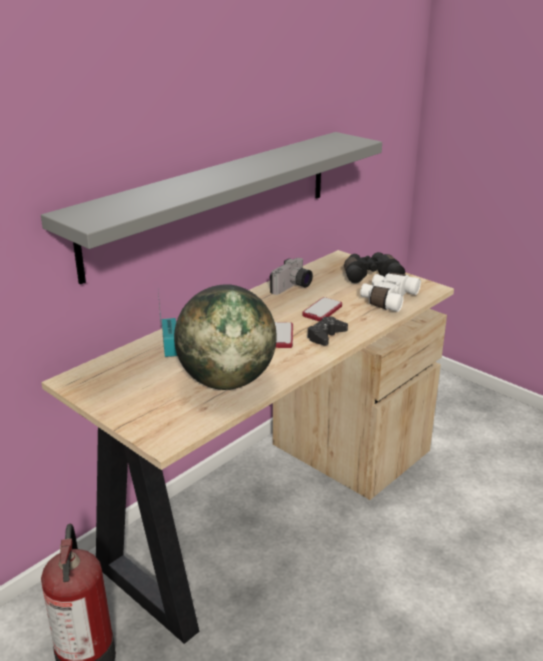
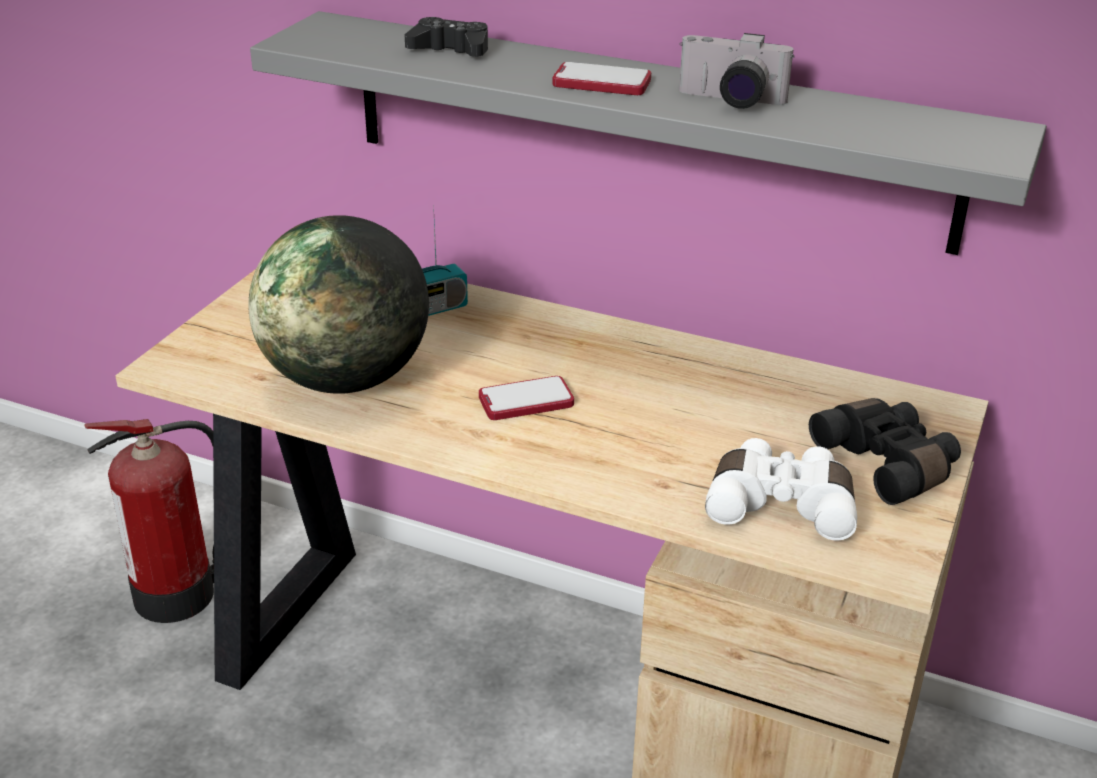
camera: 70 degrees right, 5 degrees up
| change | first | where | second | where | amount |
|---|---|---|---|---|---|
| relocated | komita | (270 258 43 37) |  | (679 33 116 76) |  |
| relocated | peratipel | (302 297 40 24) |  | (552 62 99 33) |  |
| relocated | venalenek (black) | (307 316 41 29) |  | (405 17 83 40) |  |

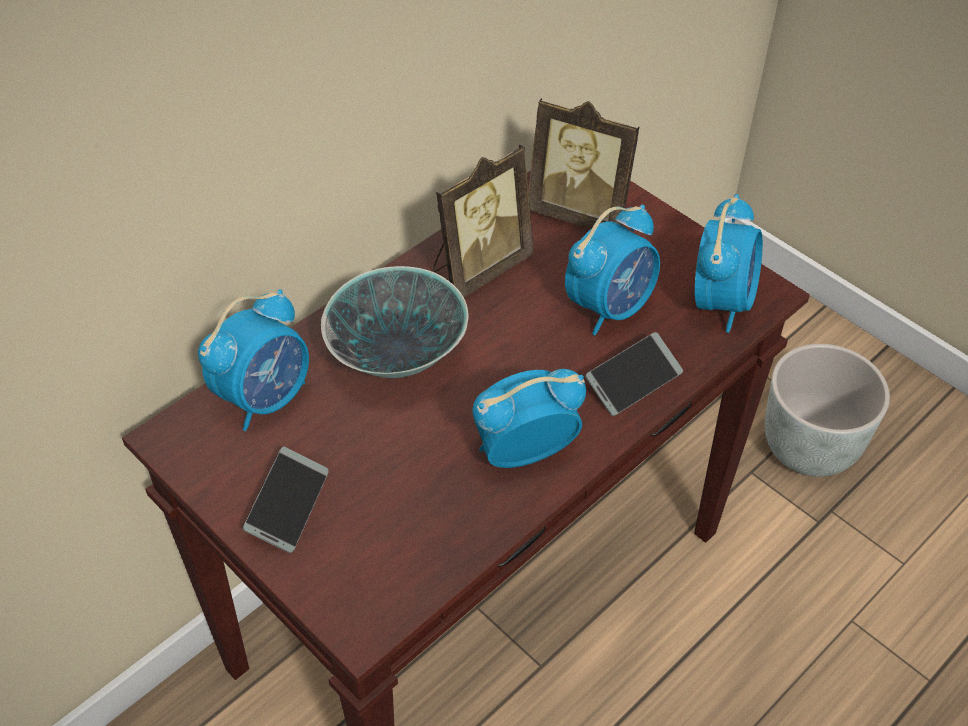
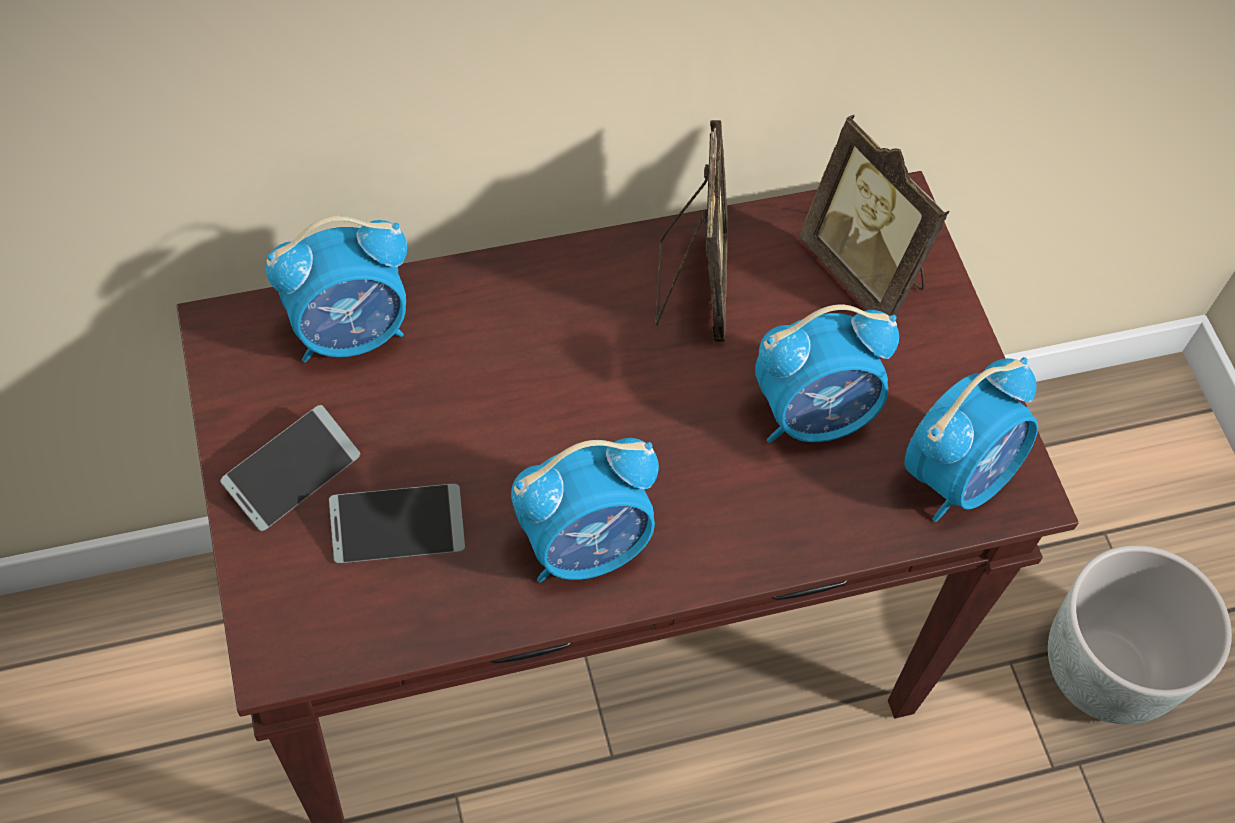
camera: 25 degrees right, 10 degrees up
| change | first | where | second | where | amount |
|---|---|---|---|---|---|
| missing | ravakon | (321 266 148 112) |  |  |  |
| spun | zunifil | (433 144 100 153) |  | (655 120 73 222) | 75 degrees counterclockwise |
| spun | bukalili | (472 369 114 99) |  | (511 438 148 145) | 150 degrees clockwise |
| relocated | peratipel | (585 332 98 84) |  | (329 484 136 79) |  |

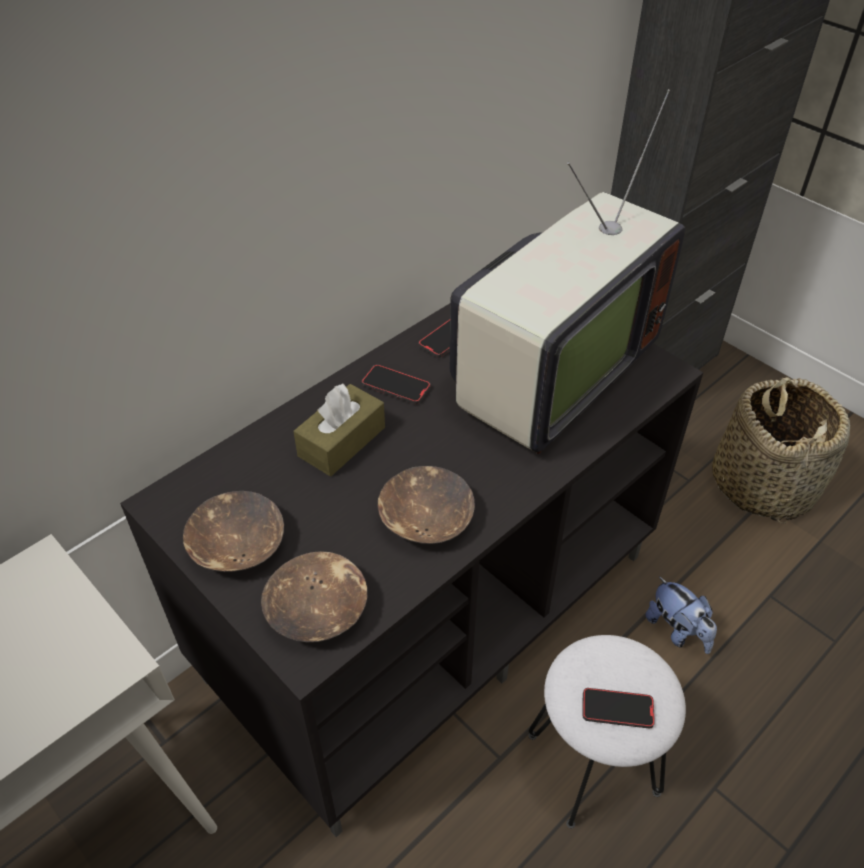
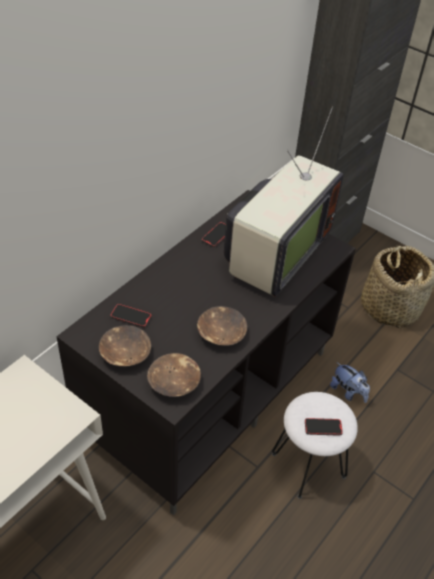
camera: 10 degrees left, 0 degrees up
| change | first | where | second | where | amount |
|---|---|---|---|---|---|
| missing | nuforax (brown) | (293 384 92 92) |  |  |  |
| relocated | peratipel | (362 365 68 39) |  | (110 304 41 24) |  |

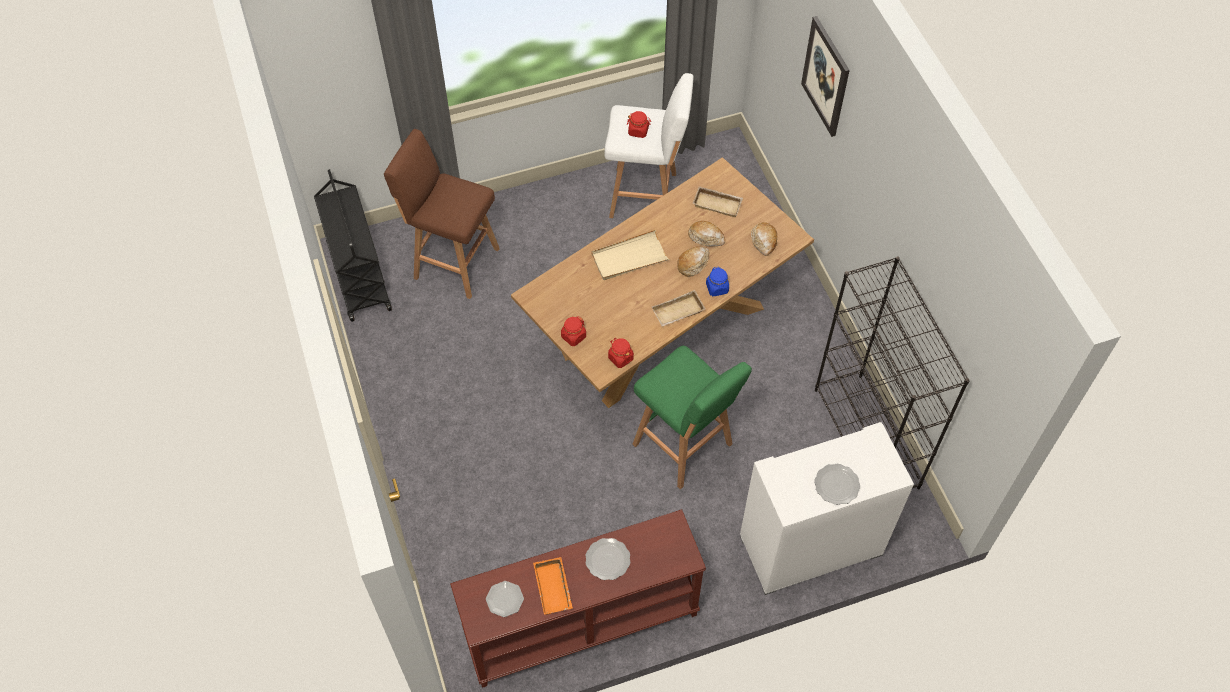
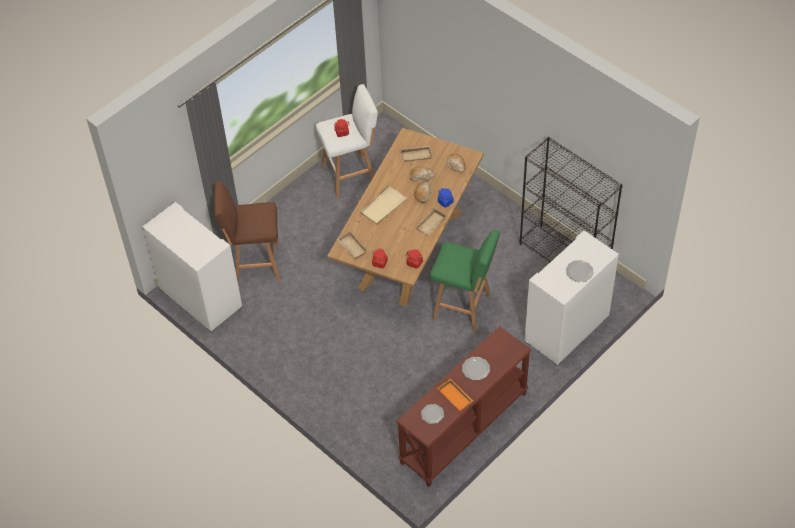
camera: 25 degrees left, 5 degrees down
| change | first | where | second | where | amount |
|---|---|---|---|---|---|
| exchanged | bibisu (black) | (314 169 78 153) | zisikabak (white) | (142 202 100 131) |  |
| missing | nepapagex | (801 16 49 121) |  |  |  |
| appeared |  |  | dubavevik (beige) | (337 231 31 28) |  |

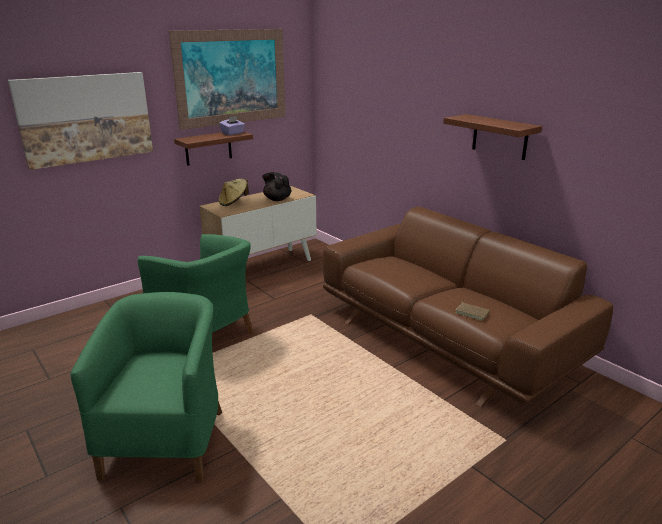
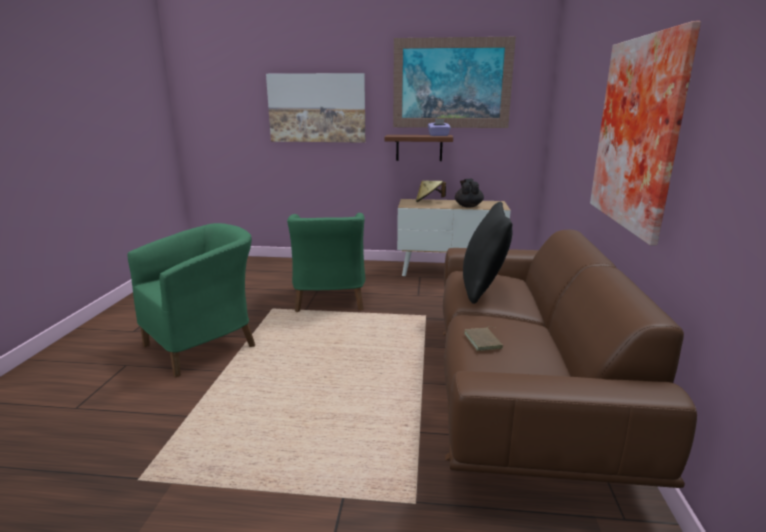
camera: 45 degrees right, 5 degrees down
| change | first | where | second | where | amount |
|---|---|---|---|---|---|
| exchanged | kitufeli | (443 114 99 46) | nepapagex | (590 21 111 225) |  |
| appeared |  |  | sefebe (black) | (463 202 49 102) |  |

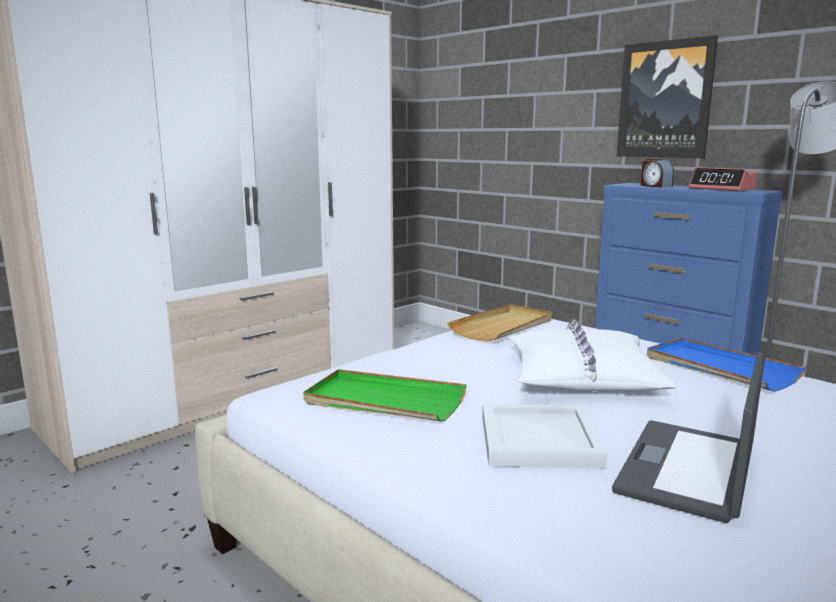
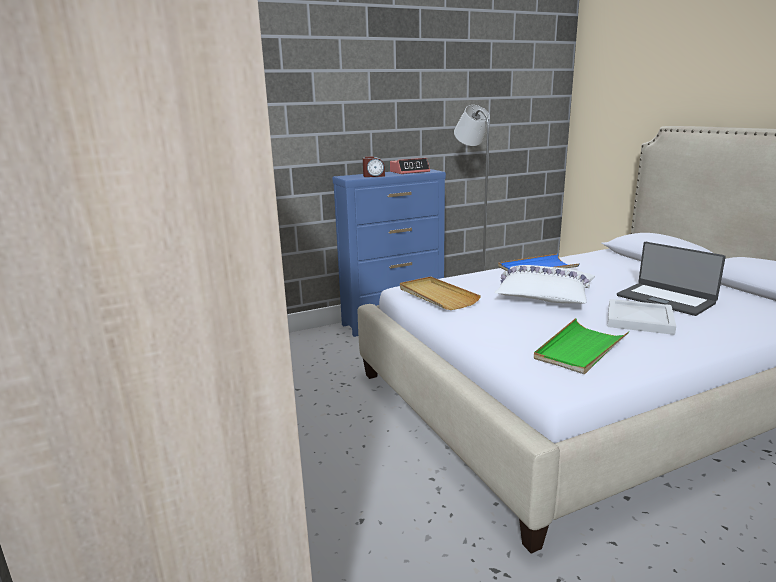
camera: 70 degrees left, 5 degrees up
| change | first | where | second | where | amount |
|---|---|---|---|---|---|
| missing | nepapagex | (617 35 101 123) |  |  |  |

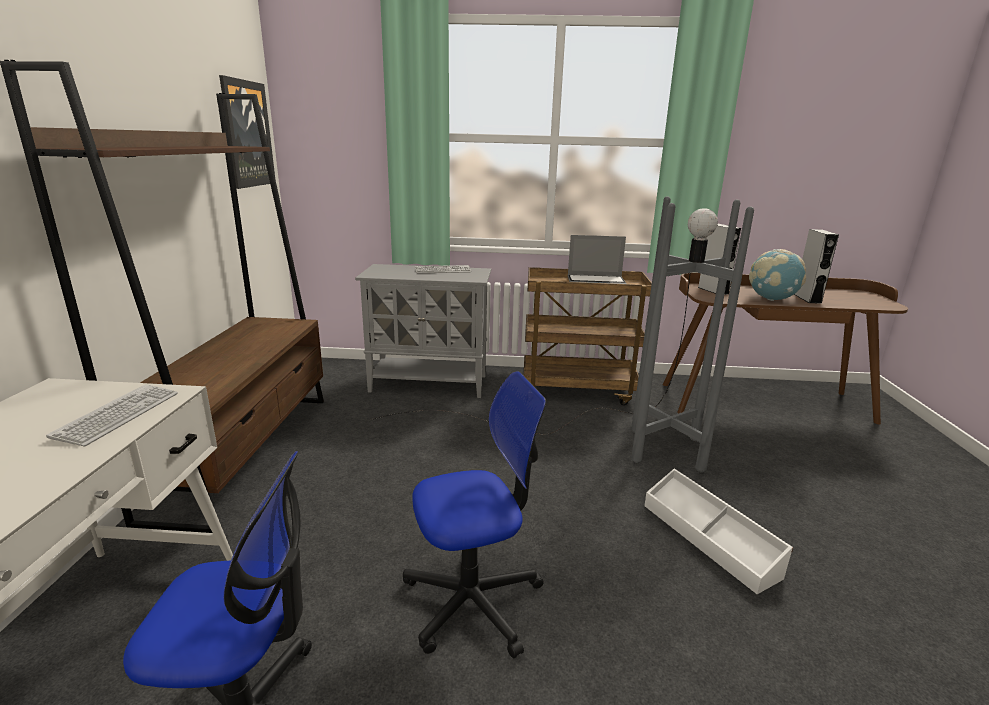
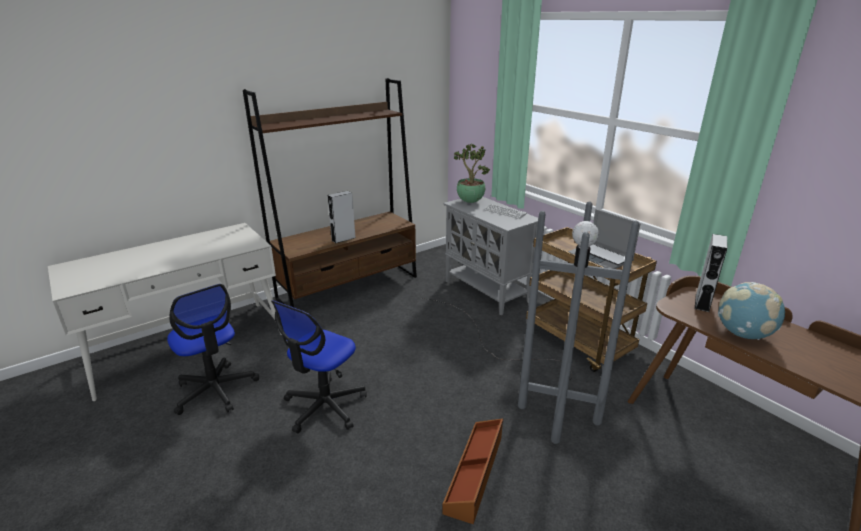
camera: 50 degrees right, 5 degrees up
| change | first | where | second | where | amount |
|---|---|---|---|---|---|
| missing | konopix | (46 384 132 62) |  |  |  |
| missing | nepapagex | (219 75 56 114) |  |  |  |
| spun | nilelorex | (403 371 143 287) |  | (271 300 96 134) | 90 degrees clockwise |
| colour | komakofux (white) | (644 468 149 126) | komakofux (brown) | (442 419 61 105) |  |
| relocated | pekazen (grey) | (794 229 45 75) |  | (328 191 27 52) |  |
| appeared |  |  | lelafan | (454 143 36 60) |  |

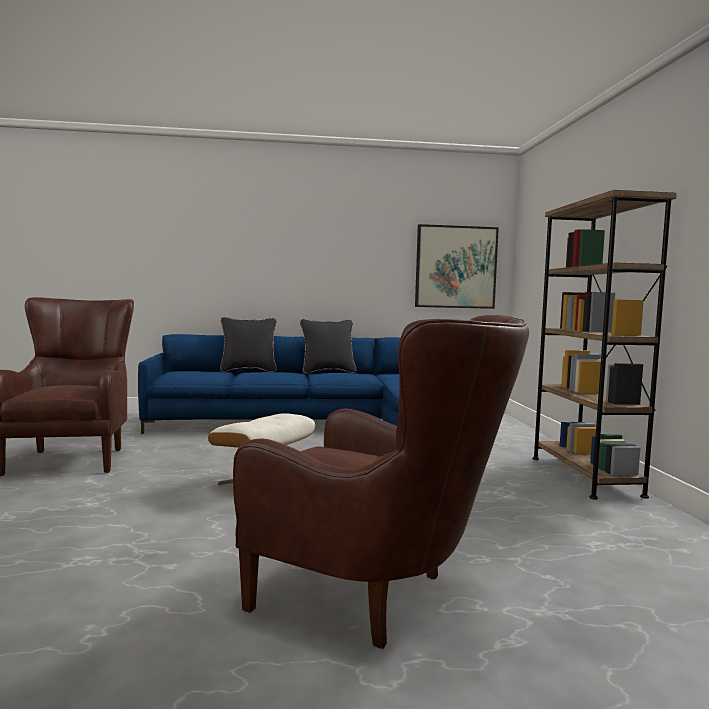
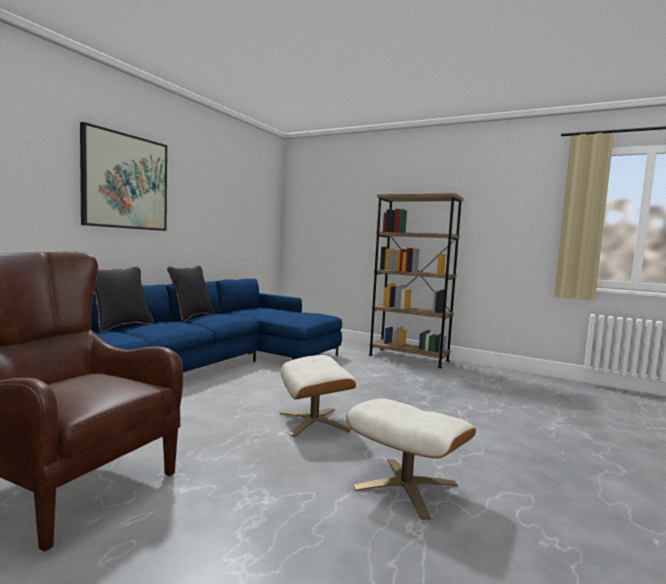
camera: 55 degrees left, 0 degrees up
| change | first | where | second | where | amount |
|---|---|---|---|---|---|
| missing | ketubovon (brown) | (233 315 296 334) |  |  |  |
| relocated | nepapagex | (415 224 84 85) |  | (80 122 87 109) |  |
| appeared |  |  | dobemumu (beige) | (346 398 130 122) |  |

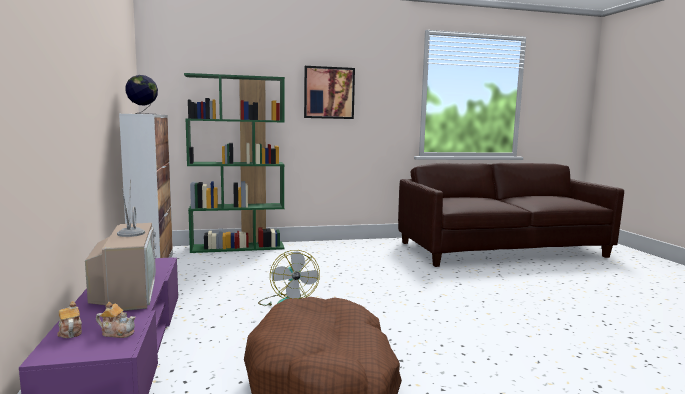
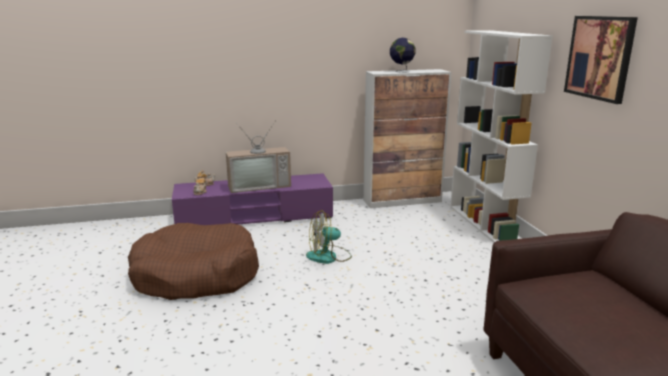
camera: 90 degrees right, 10 degrees up
| change | first | where | second | where | amount |
|---|---|---|---|---|---|
| colour | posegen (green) | (184 73 101 180) | posegen (white) | (450 30 103 213) |  |

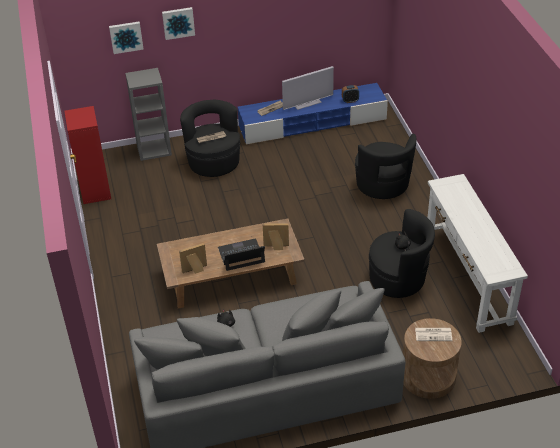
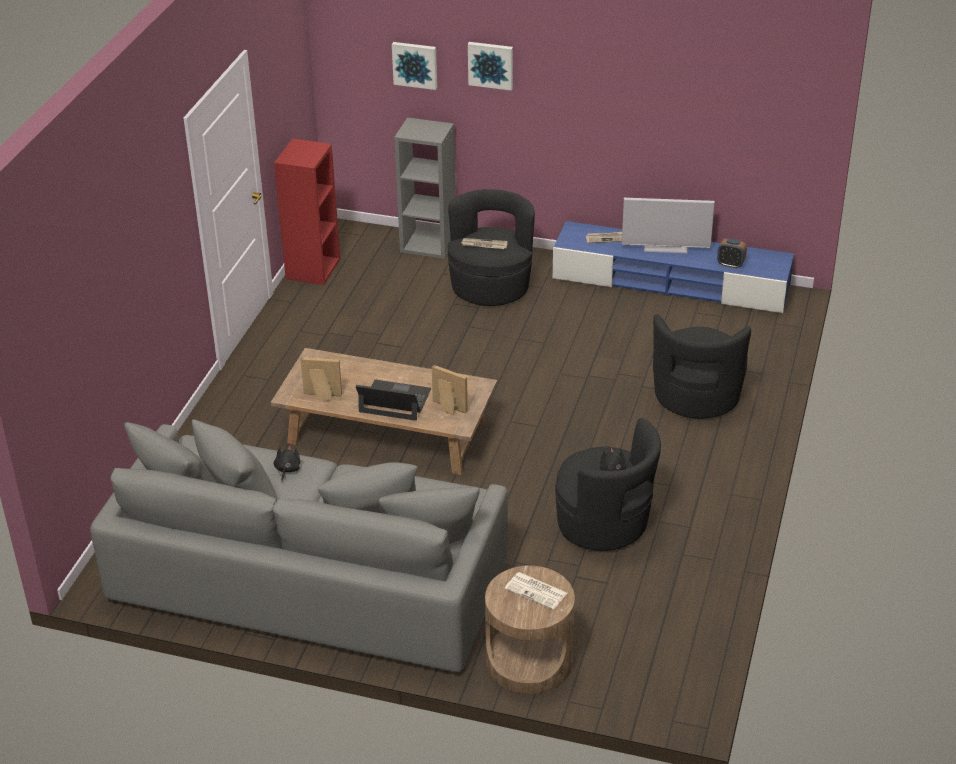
camera: 30 degrees right, 5 degrees down
| change | first | where | second | where | amount |
|---|---|---|---|---|---|
| missing | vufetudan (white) | (428 174 100 159) |  |  |  |

